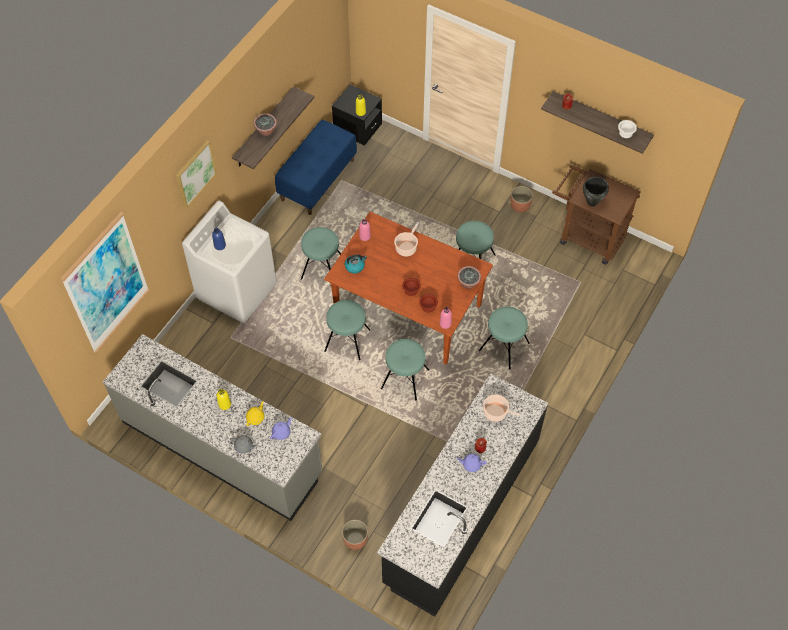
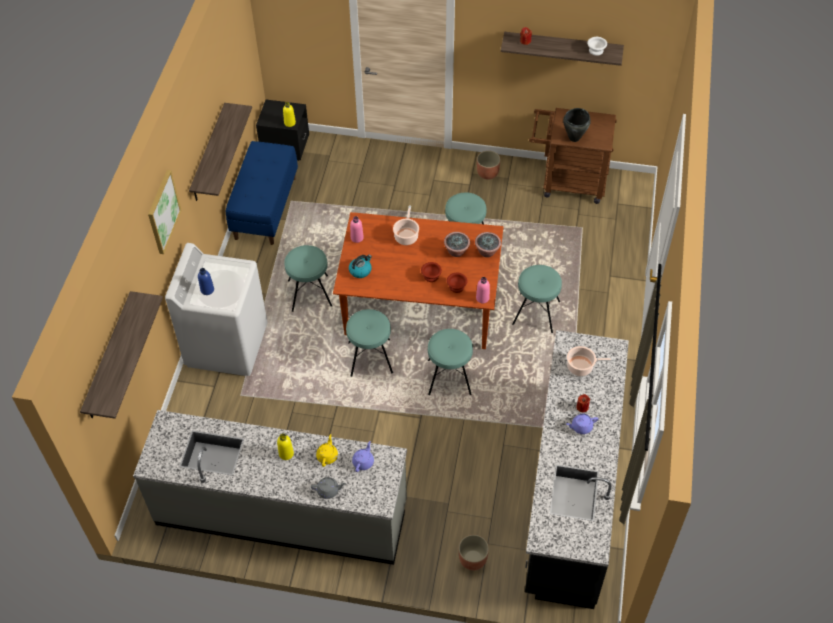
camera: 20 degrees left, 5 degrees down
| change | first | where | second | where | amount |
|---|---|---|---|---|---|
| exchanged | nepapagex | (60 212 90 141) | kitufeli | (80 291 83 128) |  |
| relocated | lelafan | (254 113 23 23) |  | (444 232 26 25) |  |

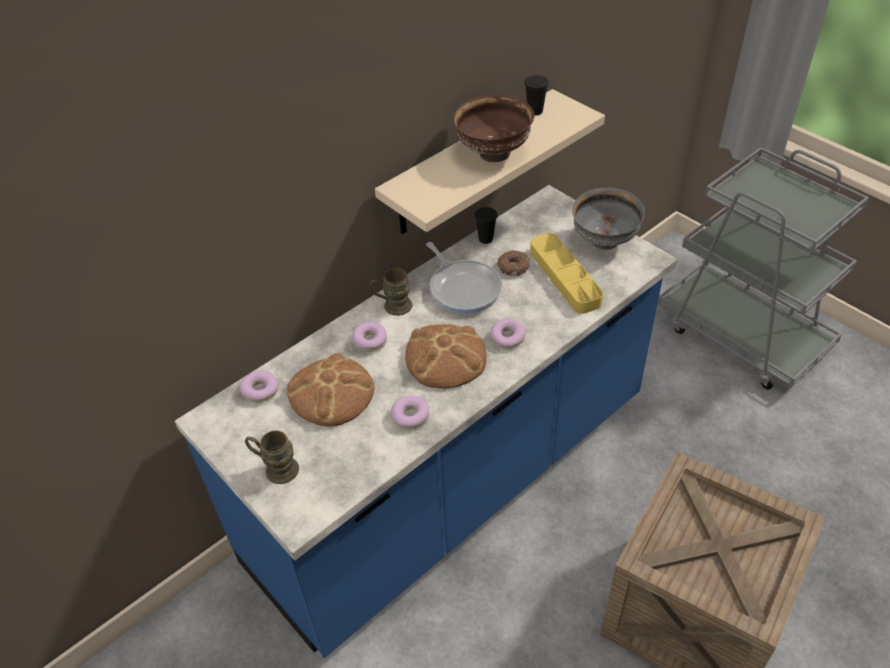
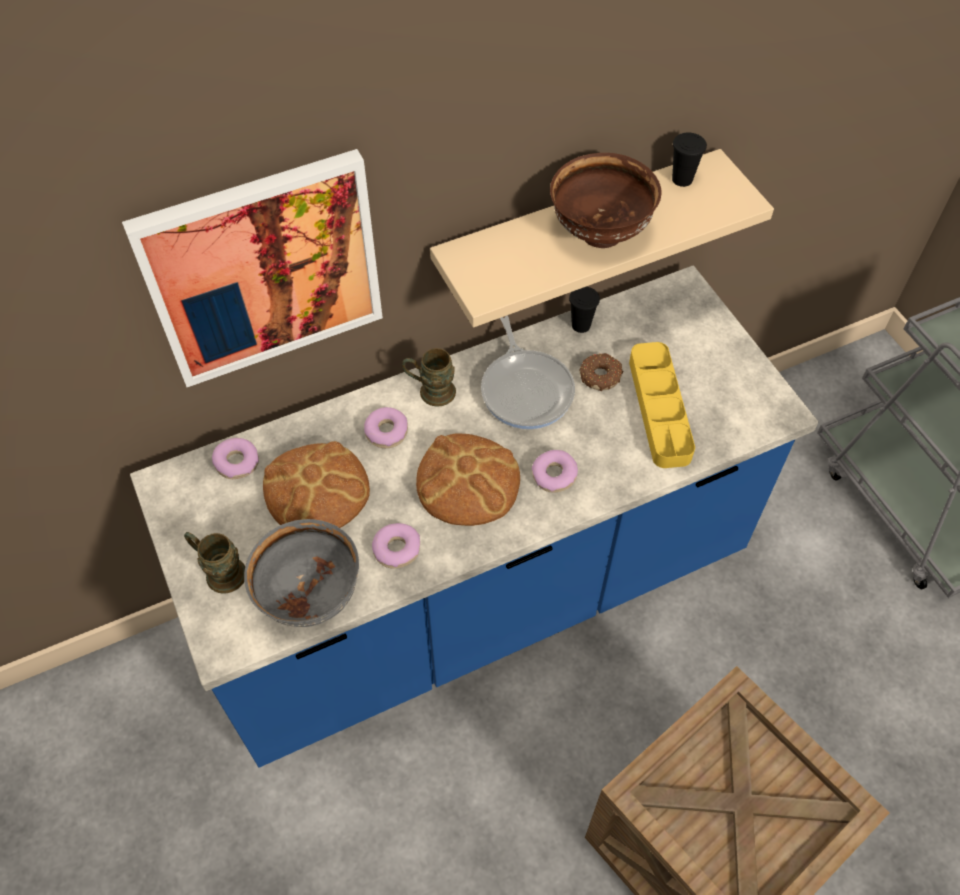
camera: 15 degrees right, 10 degrees up
| change | first | where | second | where | amount |
|---|---|---|---|---|---|
| relocated | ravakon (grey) | (572 188 73 62) |  | (244 519 115 108) |  |
| appeared |  |  | nepapagex | (122 149 261 238) |  |

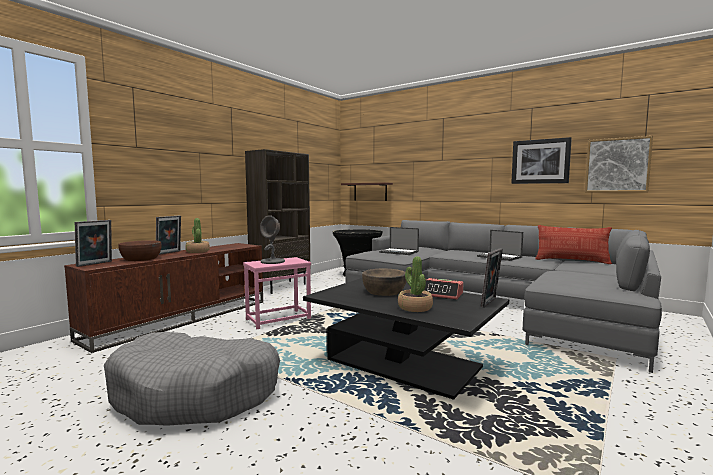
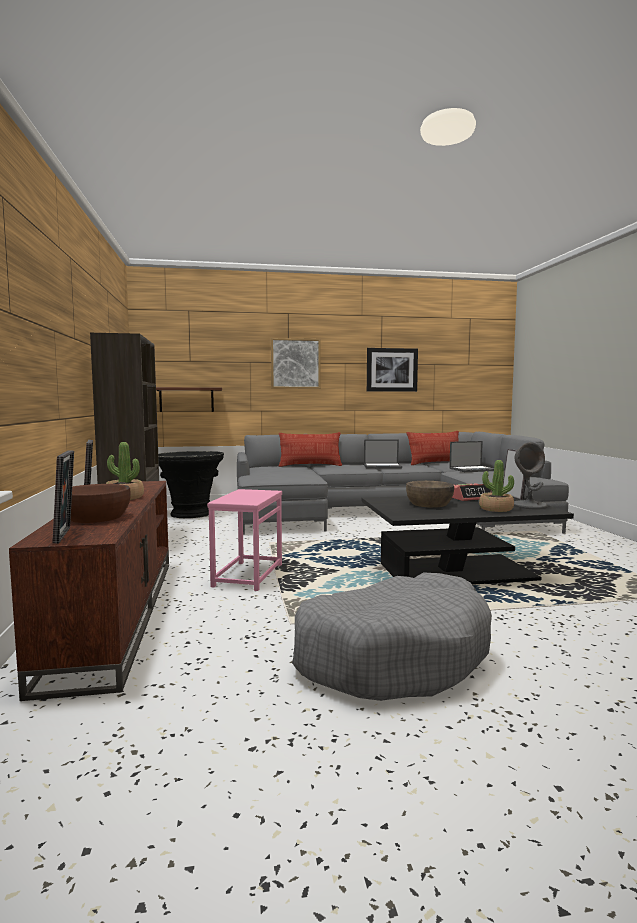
camera: 45 degrees left, 0 degrees up
| change | first | where | second | where | amount |
|---|---|---|---|---|---|
| relocated | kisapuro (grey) | (260 215 25 49) |  | (514 442 34 67) |  |
| relocated | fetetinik | (379 227 40 28) |  | (449 441 45 31) |  |
| relocated | nepapagex | (585 136 68 56) |  | (271 338 49 51) |  |
| appeared |  |  | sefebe | (279 432 63 35) |  |

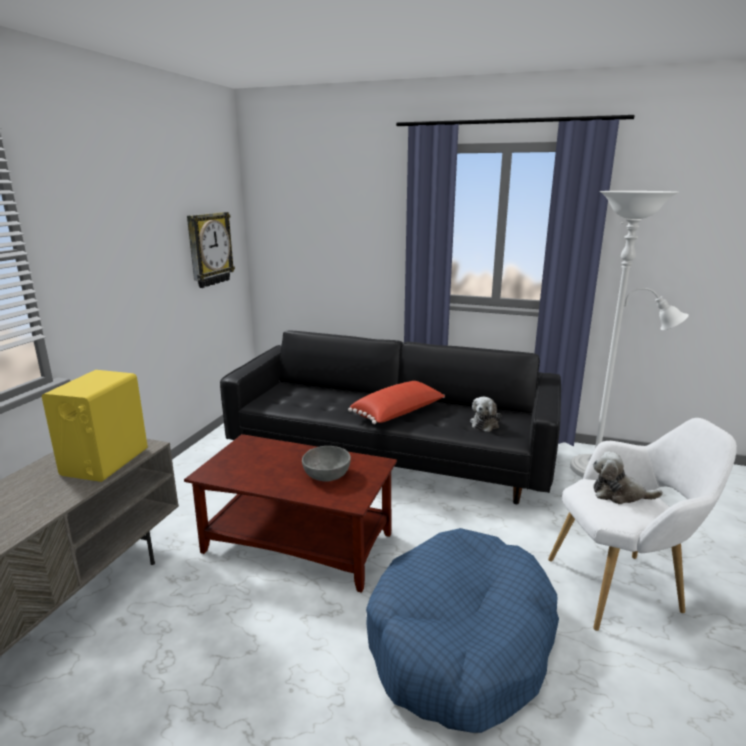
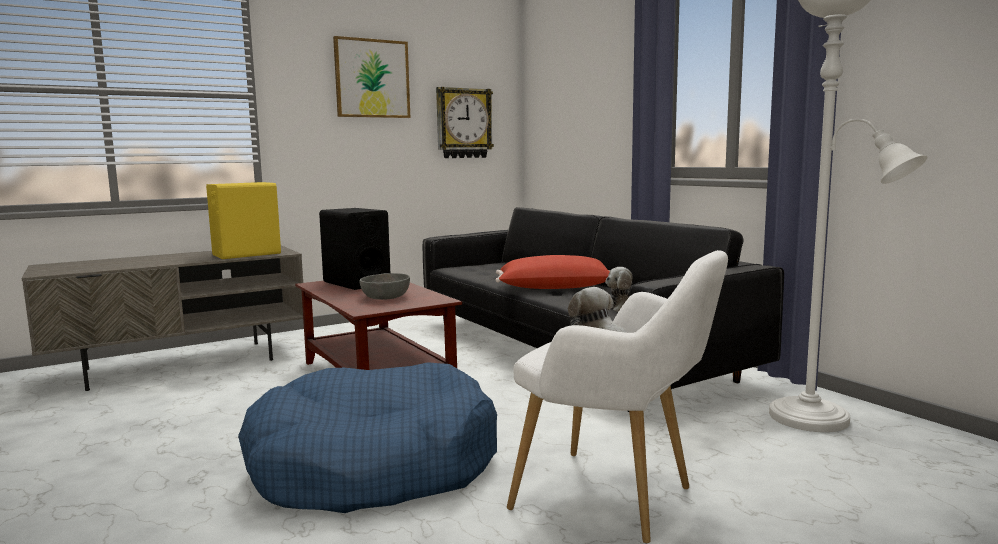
camera: 40 degrees right, 10 degrees down
| change | first | where | second | where | amount |
|---|---|---|---|---|---|
| appeared |  |  | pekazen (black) | (319 208 71 82) |  |
| appeared |  |  | nepapagex | (333 36 77 82) |  |

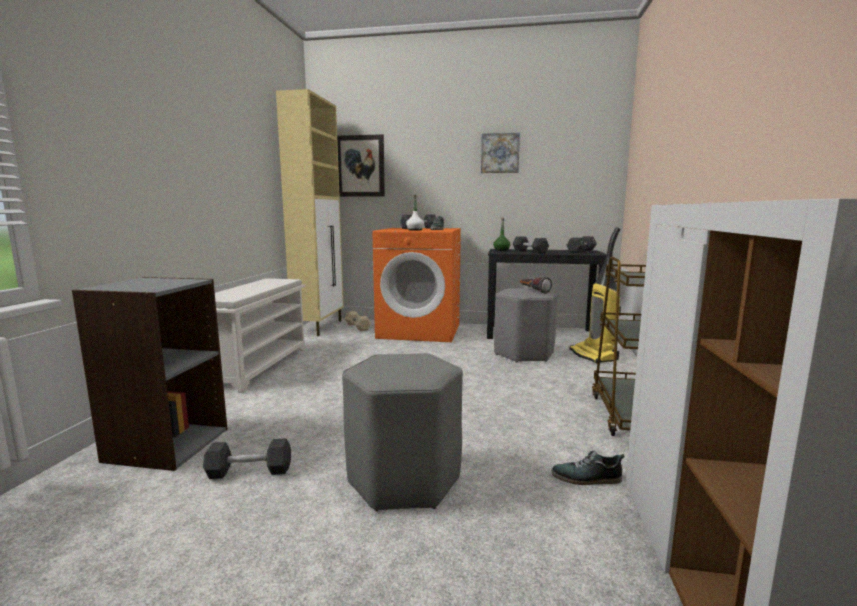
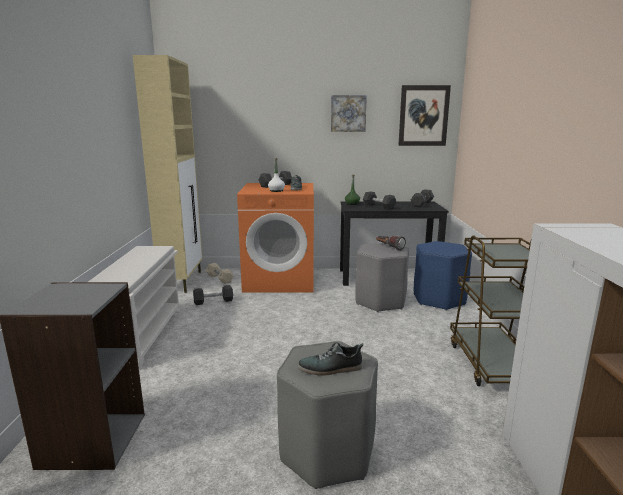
camera: 10 degrees left, 5 degrees up
| change | first | where | second | where | amount |
|---|---|---|---|---|---|
| relocated | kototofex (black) | (203 438 88 41) |  | (193 285 40 20) |  |
| relocated | nepapagex | (337 134 48 63) |  | (398 85 53 61) |  |
| relocated | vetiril | (551 451 73 34) |  | (298 343 65 33) |  |
| exchanged | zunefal | (569 227 52 137) | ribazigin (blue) | (414 241 58 70) |  |

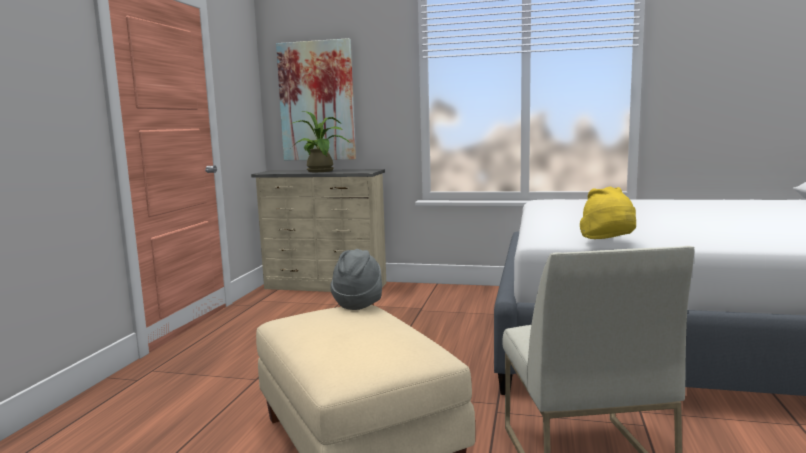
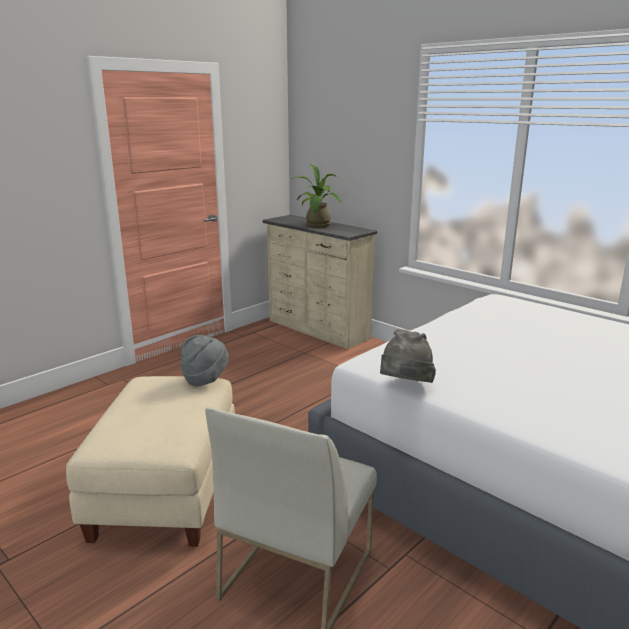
camera: 30 degrees right, 10 degrees up
| change | first | where | second | where | amount |
|---|---|---|---|---|---|
| missing | nepapagex | (276 38 80 122) |  |  |  |
| colour | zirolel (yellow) | (580 187 56 52) | zirolel (grey) | (380 329 56 54) |  |

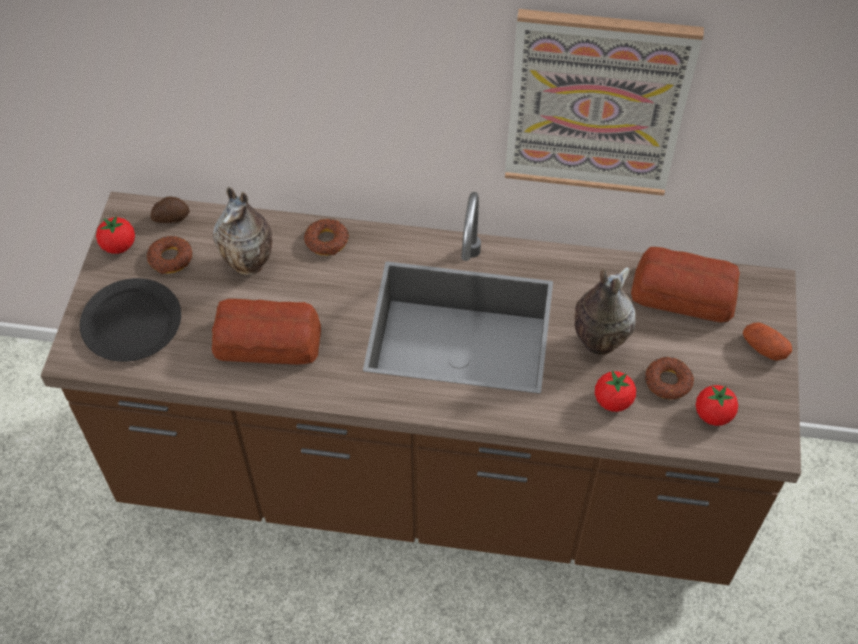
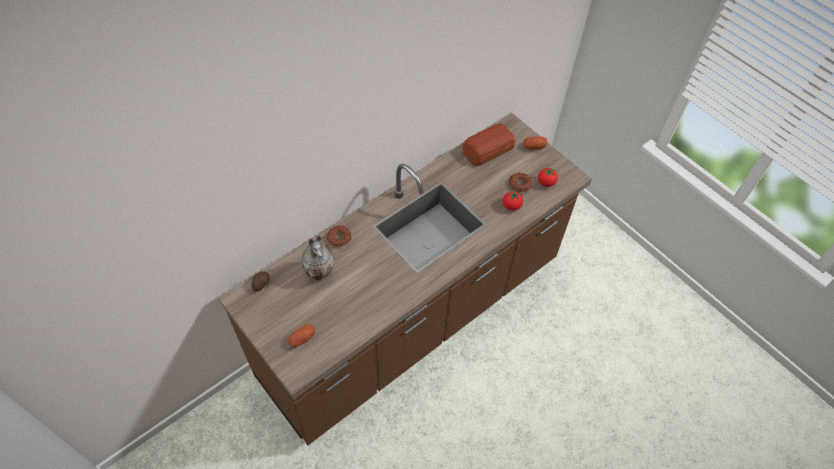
camera: 50 degrees left, 0 degrees up
| change | first | where | second | where | amount |
|---|---|---|---|---|---|
| exchanged | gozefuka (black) | (80 278 101 84) | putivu | (288 324 27 23) |  |
| missing | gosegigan | (96 215 39 39) |  |  |  |
| missing | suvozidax | (147 236 45 38) |  |  |  |
| missing | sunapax | (212 299 109 66) |  |  |  |
| missing | nepapagex | (505 9 199 187) |  |  |  |
| missing | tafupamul | (575 267 61 88) |  |  |  |

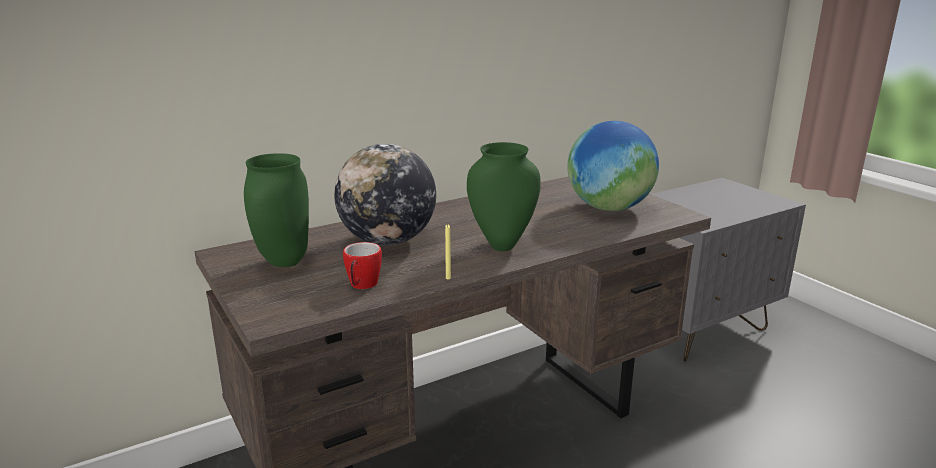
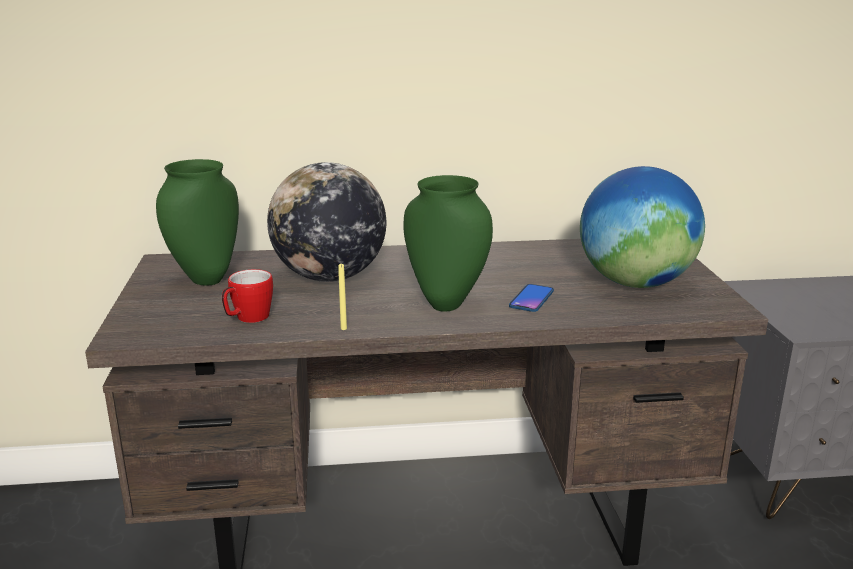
camera: 25 degrees right, 0 degrees up
| change | first | where | second | where | amount |
|---|---|---|---|---|---|
| appeared |  |  | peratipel | (509 284 45 28) |  |

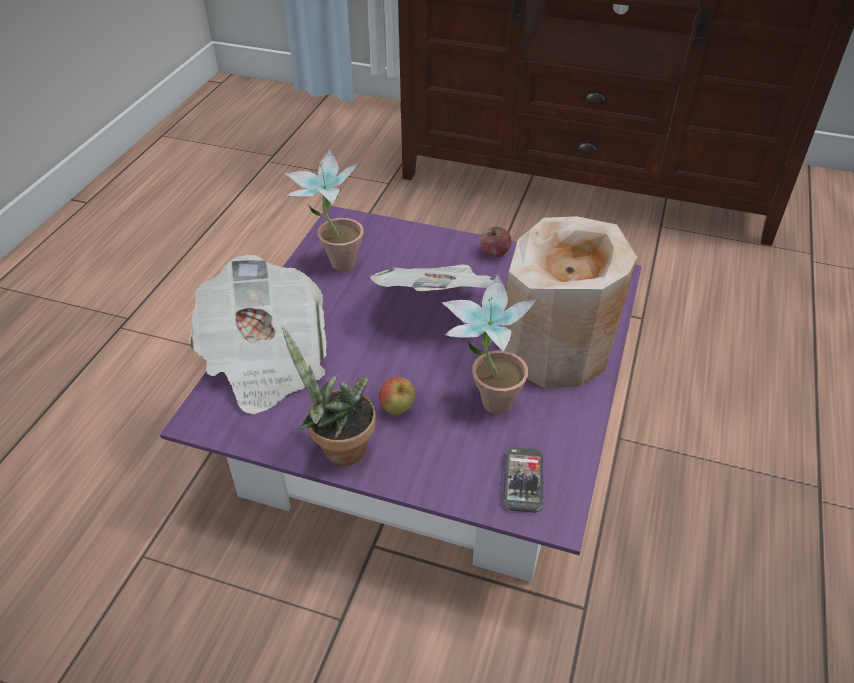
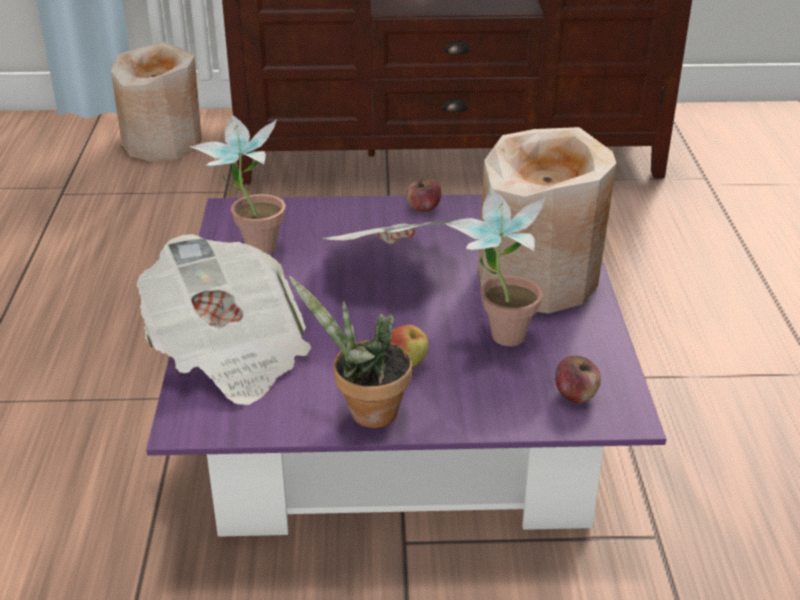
camera: 20 degrees left, 10 degrees down
| change | first | where | second | where | amount |
|---|---|---|---|---|---|
| exchanged | peratipel | (503 447 40 66) | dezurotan | (555 356 46 47) |  |
| appeared |  |  | tafupamul (beige) | (111 42 91 119) |  |

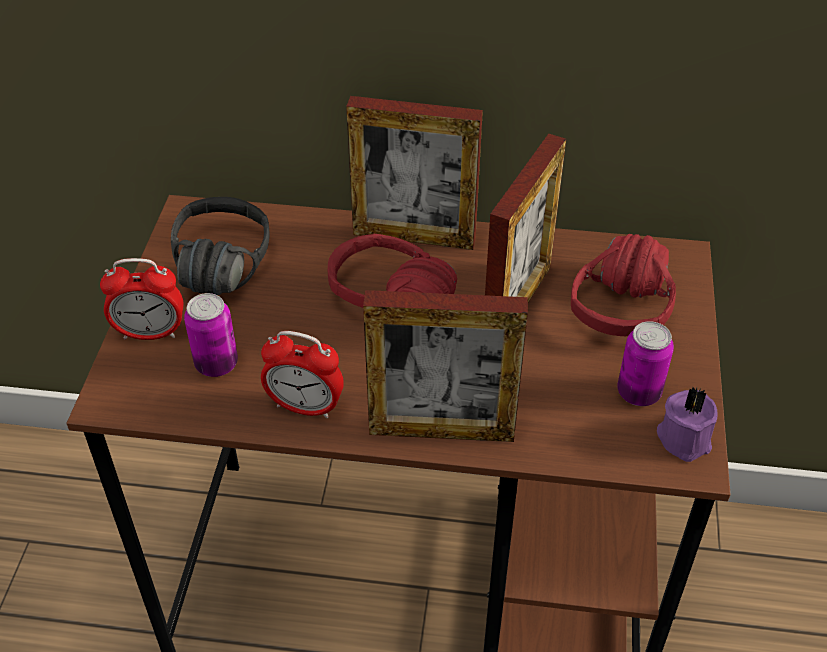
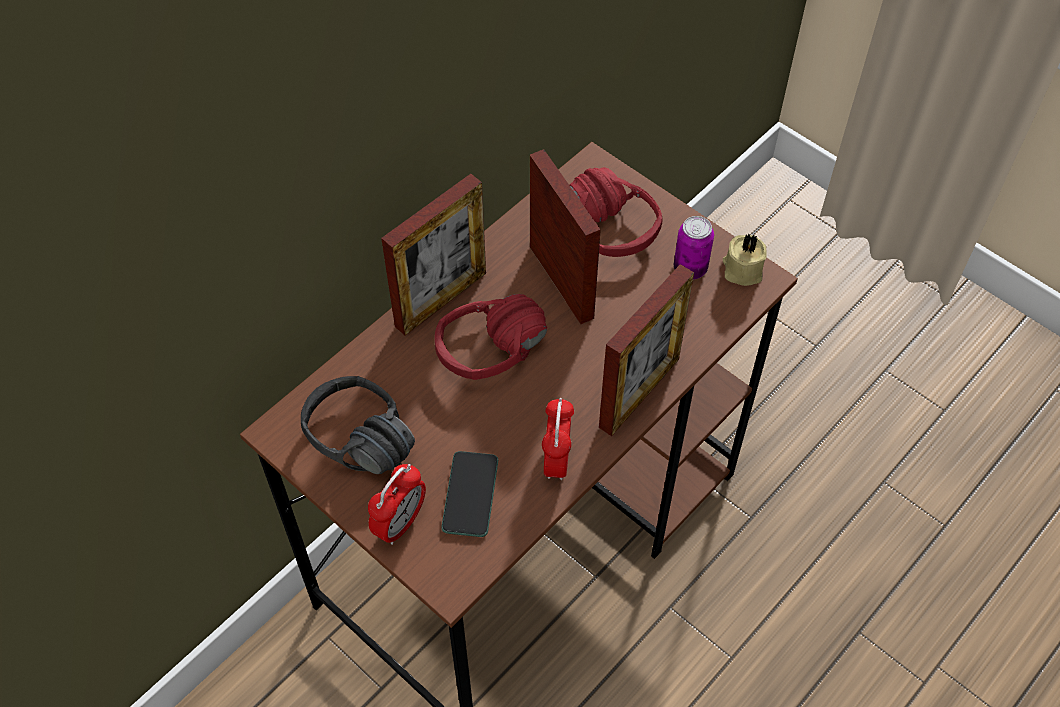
camera: 55 degrees left, 10 degrees up
| change | first | where | second | where | amount |
|---|---|---|---|---|---|
| exchanged | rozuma | (184 293 54 84) | peratipel | (441 451 57 86) |  |
| spun | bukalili | (261 331 83 87) |  | (542 398 32 82) | 135 degrees clockwise |
| colour | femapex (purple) | (657 387 61 75) | femapex (beige) | (723 233 44 53) |  |

